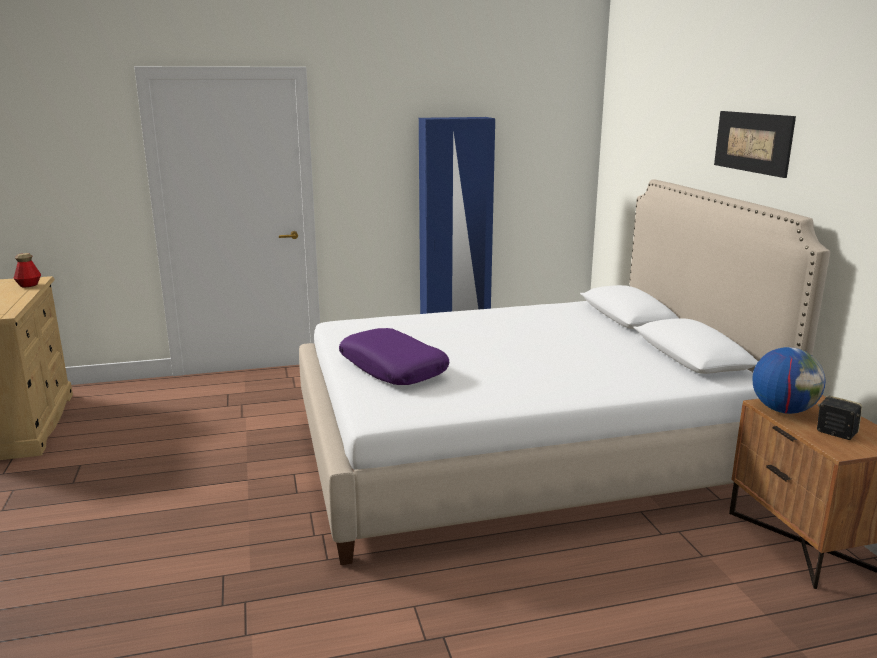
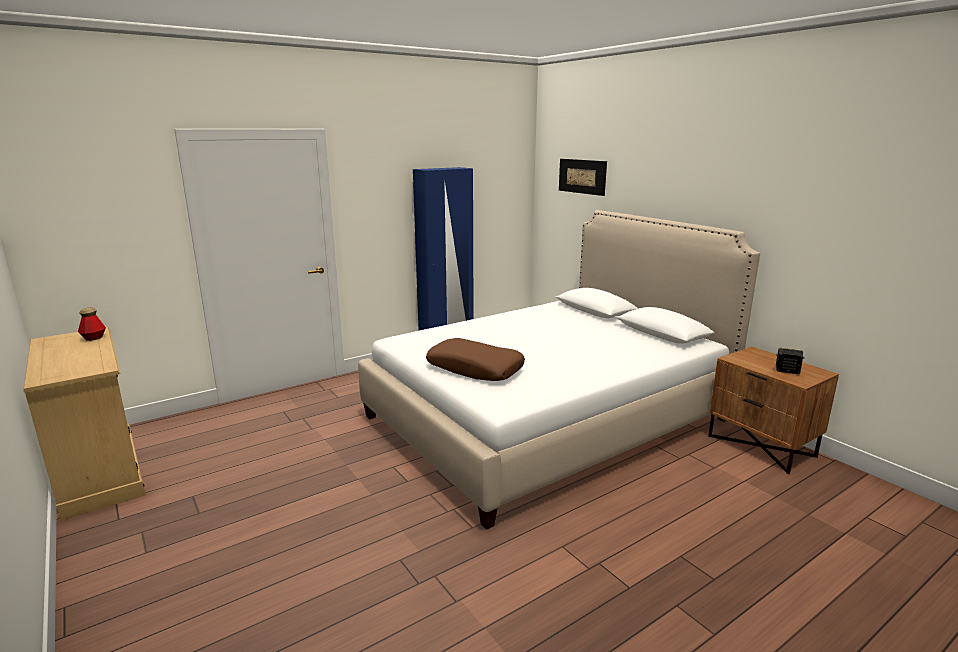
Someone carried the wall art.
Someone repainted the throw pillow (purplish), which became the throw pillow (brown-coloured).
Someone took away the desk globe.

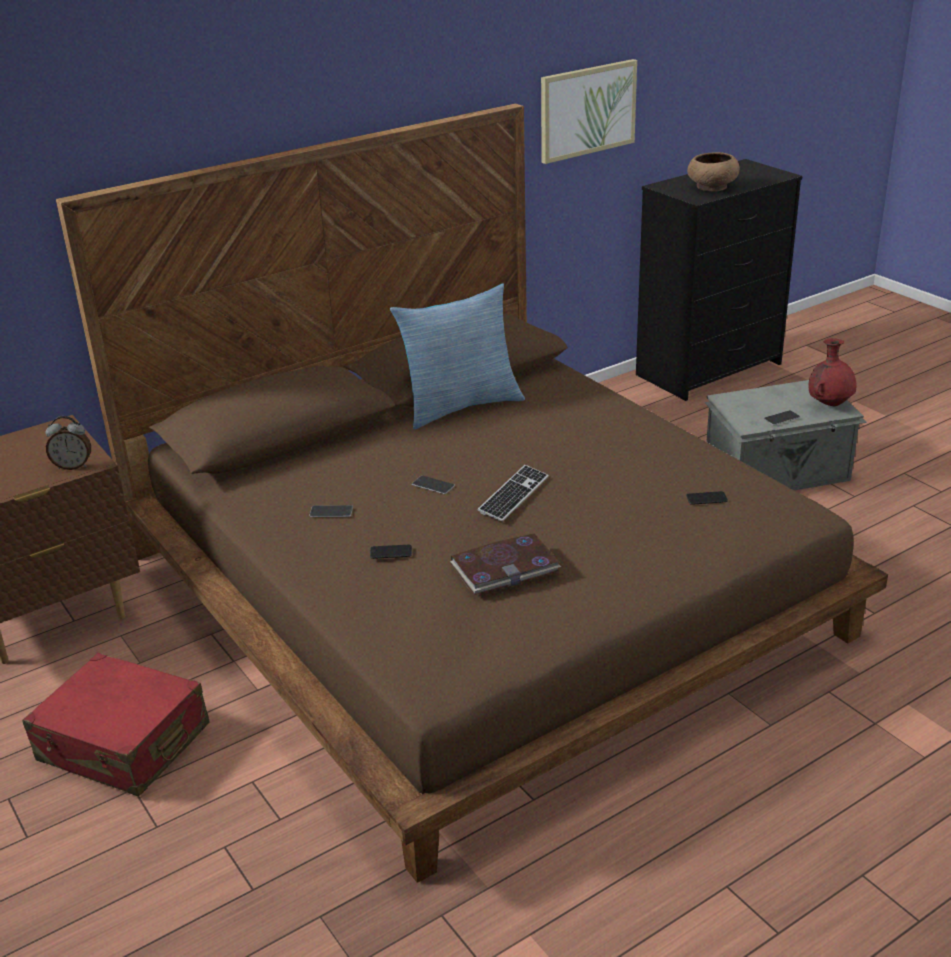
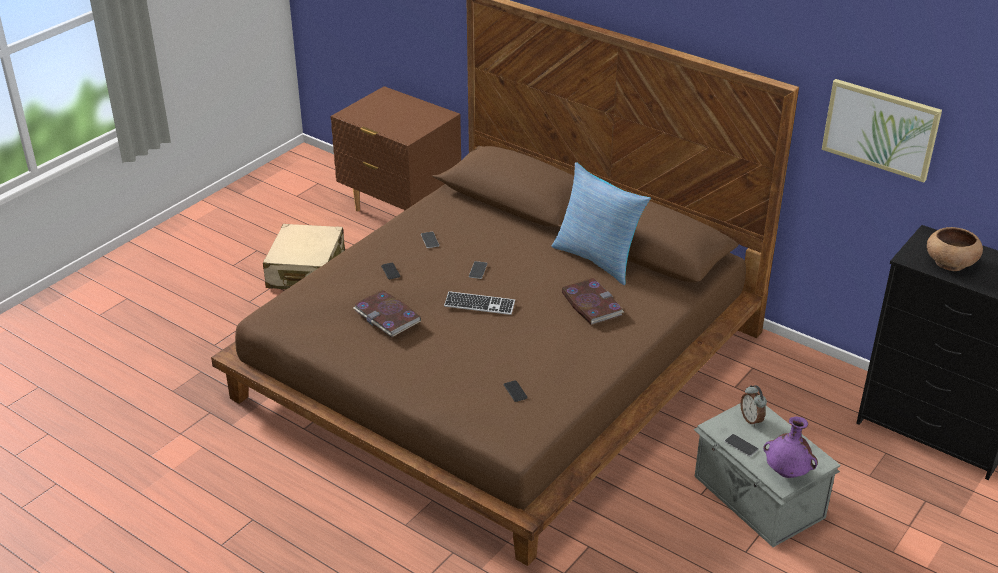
Someone repainted the flower vase (red-coloured), which became the flower vase (purplish).
Someone carried the bedside clock.
Someone repainted the travel case (red-coloured), which became the travel case (beige).
Someone put down the volume (2nd from left).

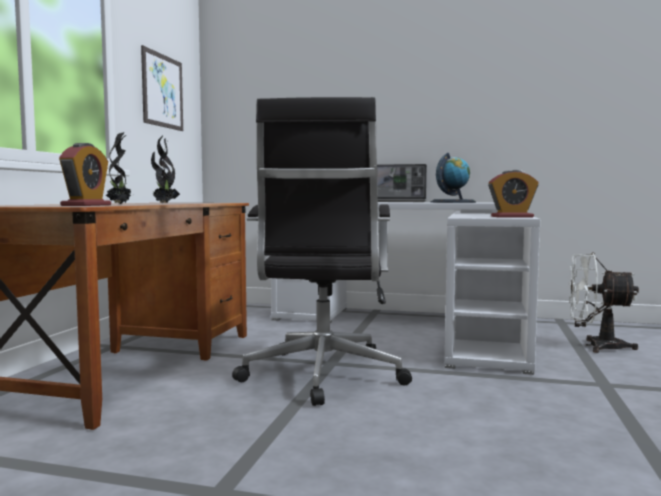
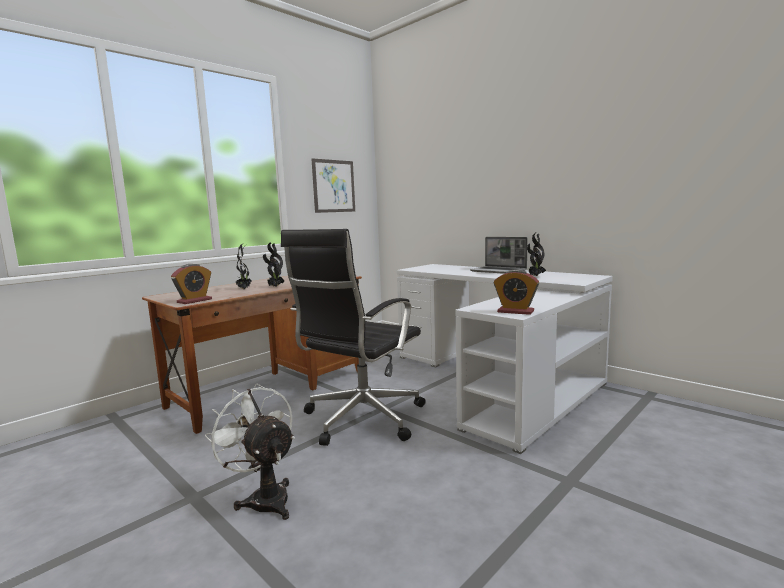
Someone swapped the desk globe for the potted plant (3rd from left).
Someone carried the electric fan (white).

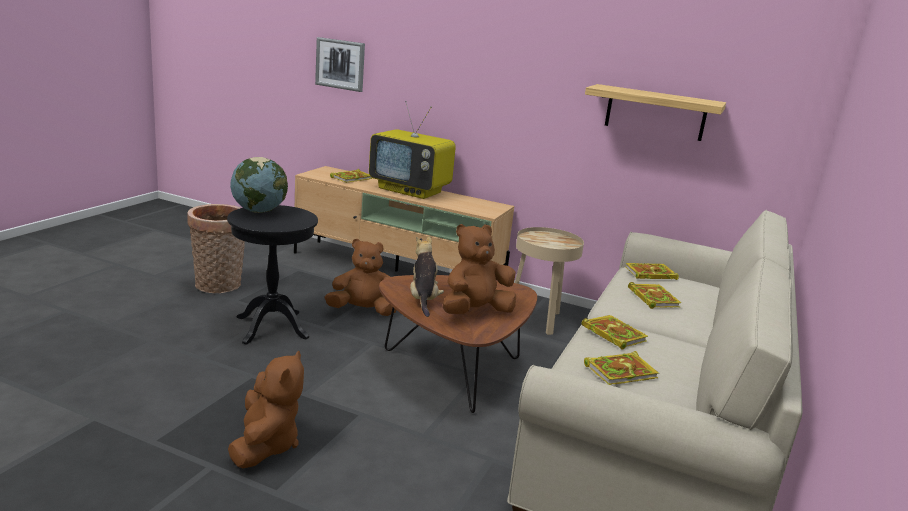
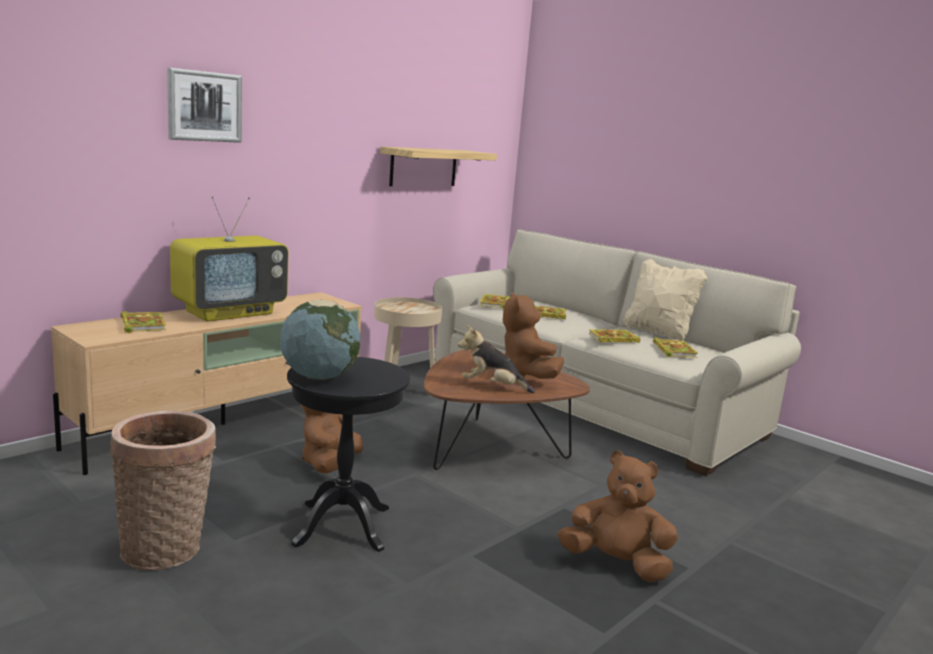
Someone carried the wall art.
Someone put down the throw pillow (beige).

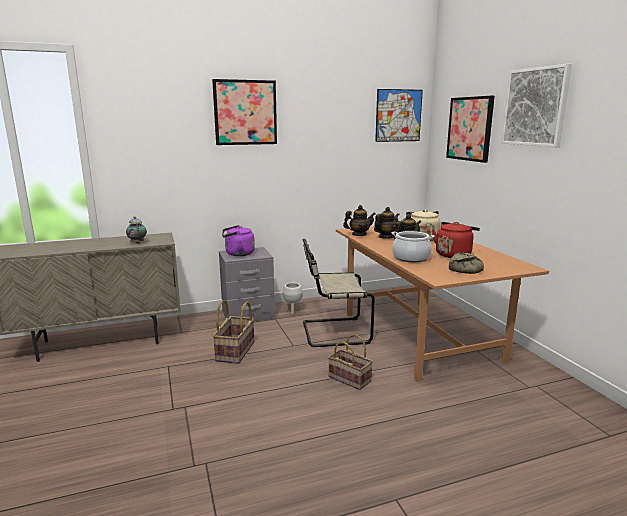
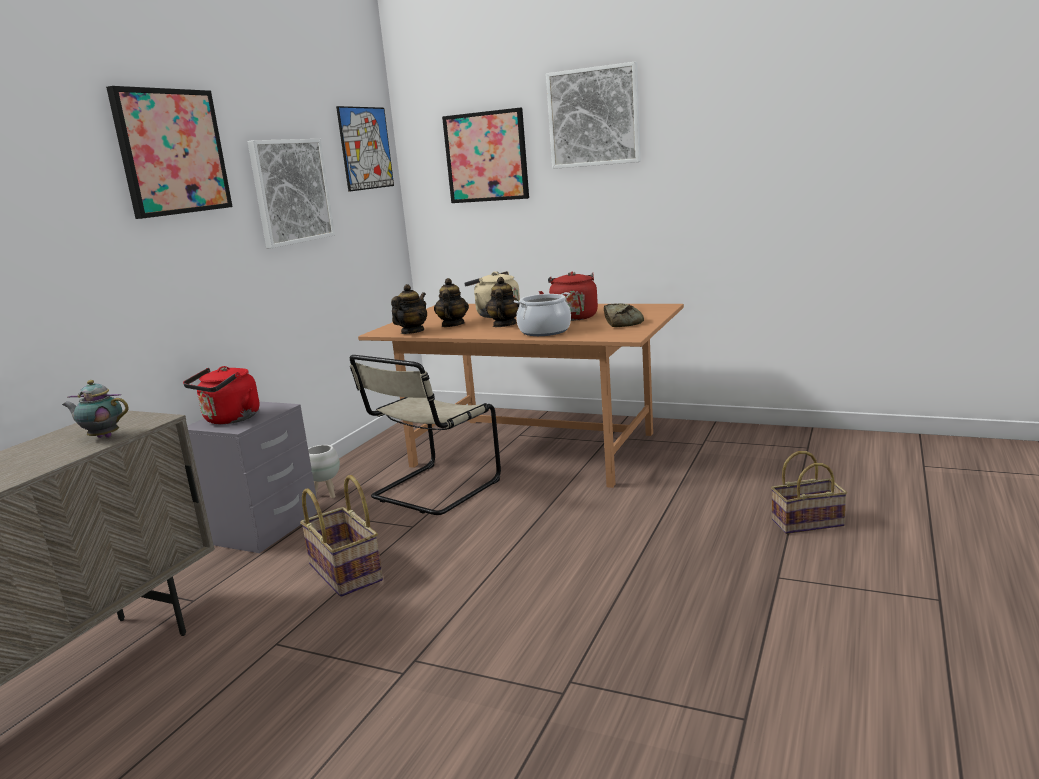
Someone repainted the water kettle (purplish), which became the water kettle (red-coloured) (1st from left).
Someone carried the basket (2nd from left).
Someone put up the wall art (2nd from left).

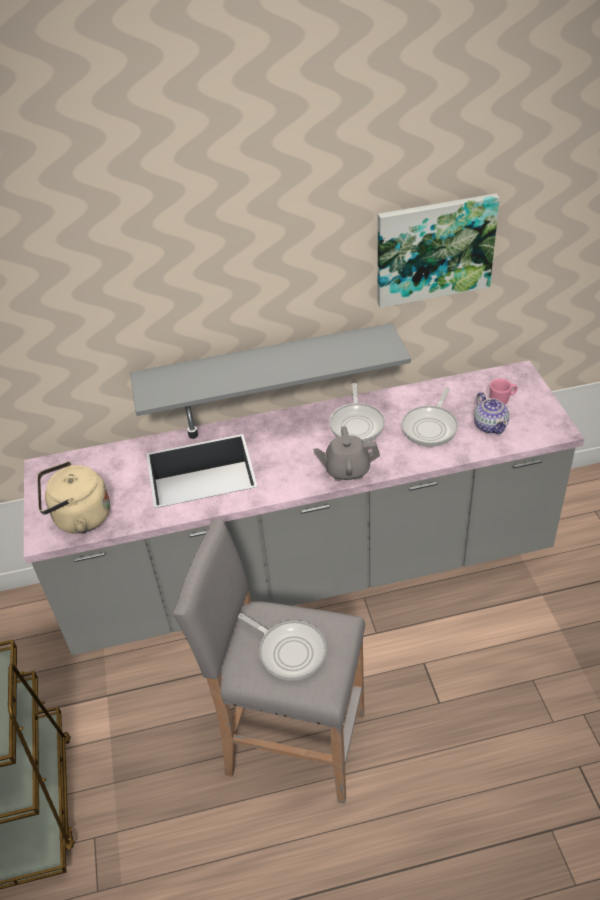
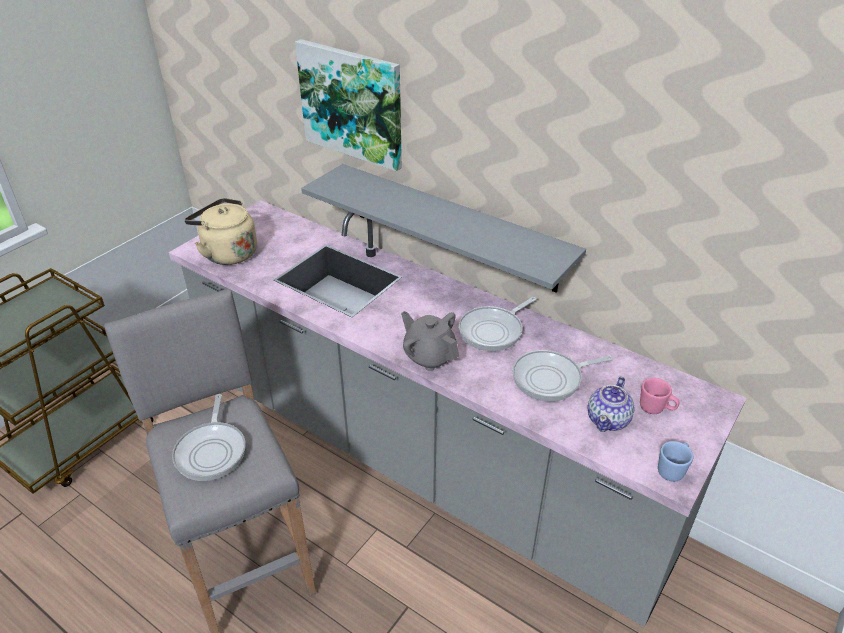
Someone carried the wall art.
Someone put down the mug (blue).

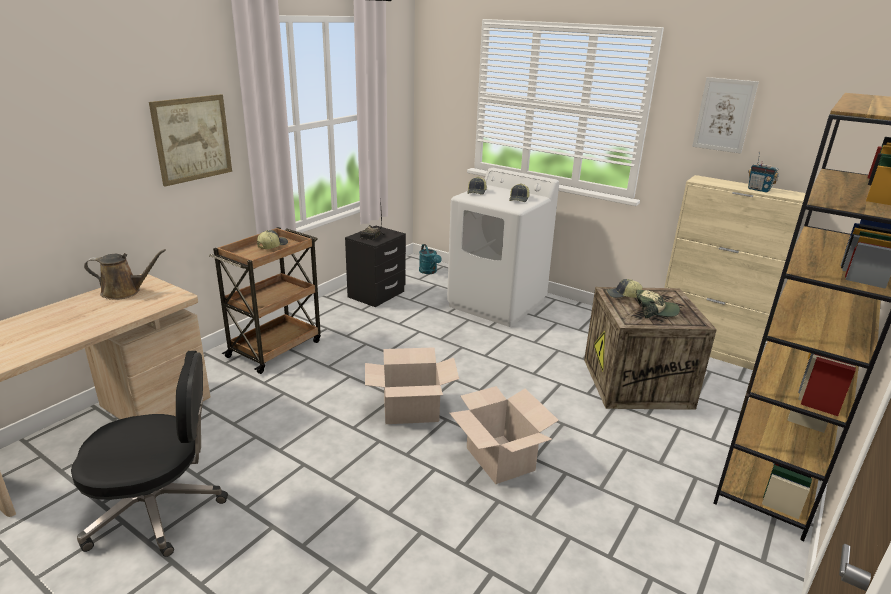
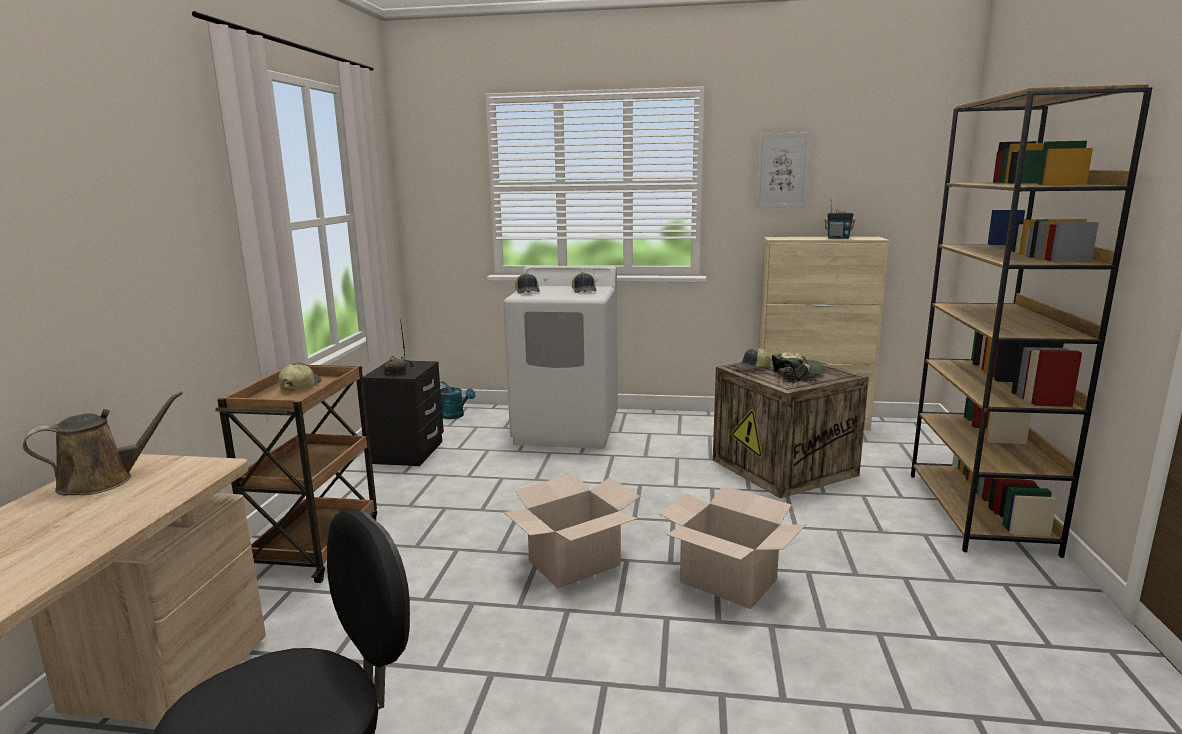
Someone took away the wall art (1st from left).

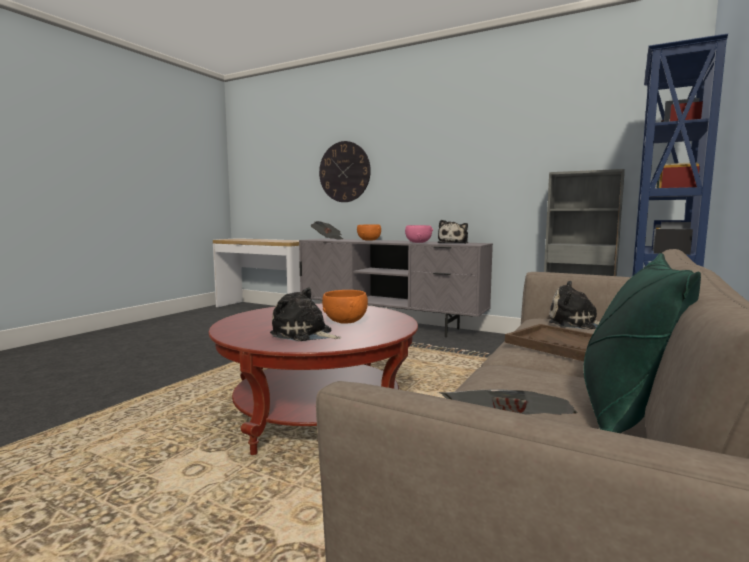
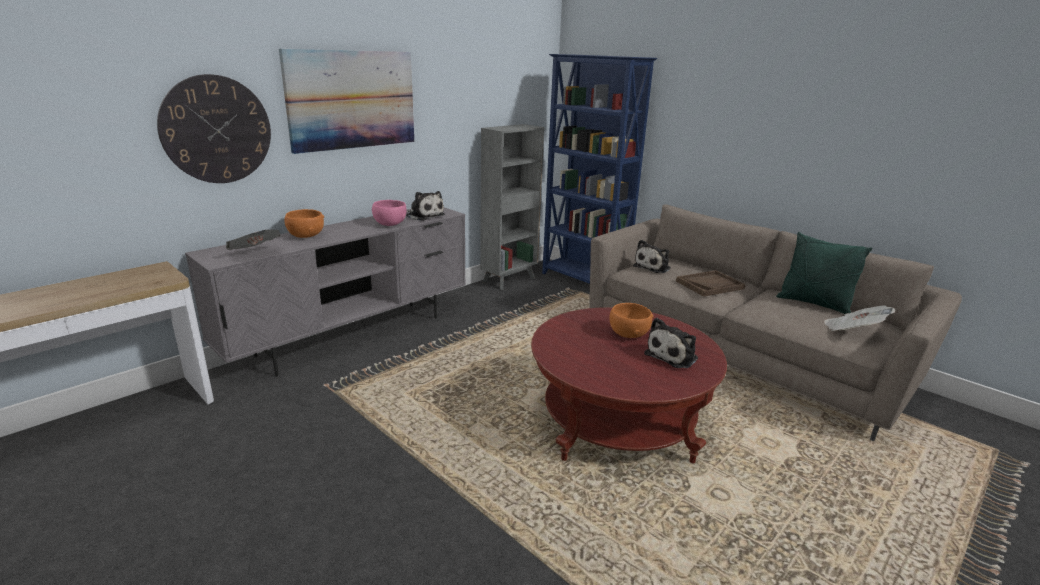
Someone put up the wall art.

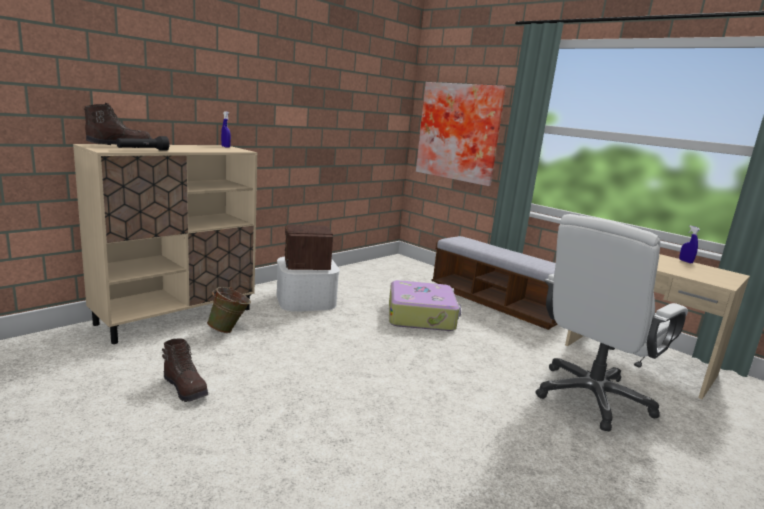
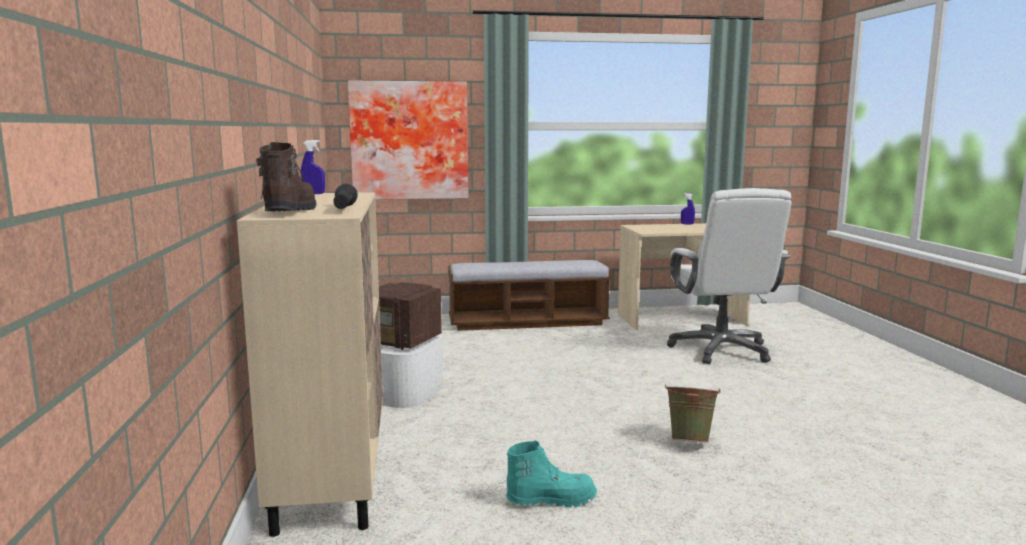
Someone took away the travel case.
Someone carried the bucket (green-coloured).
Someone repainted the boot (brown-coloured) (2nd from left), which became the boot (blue-green).

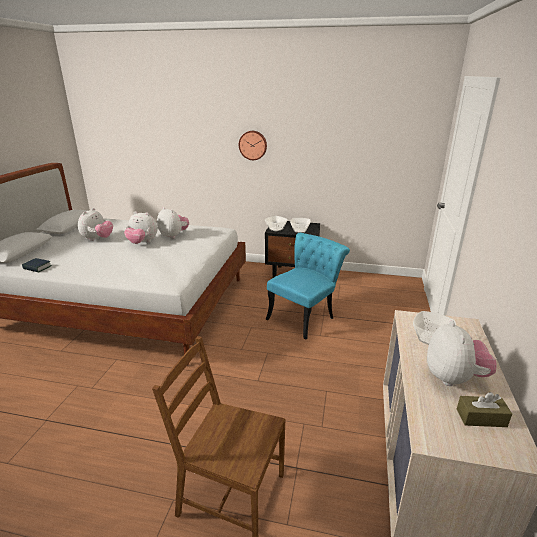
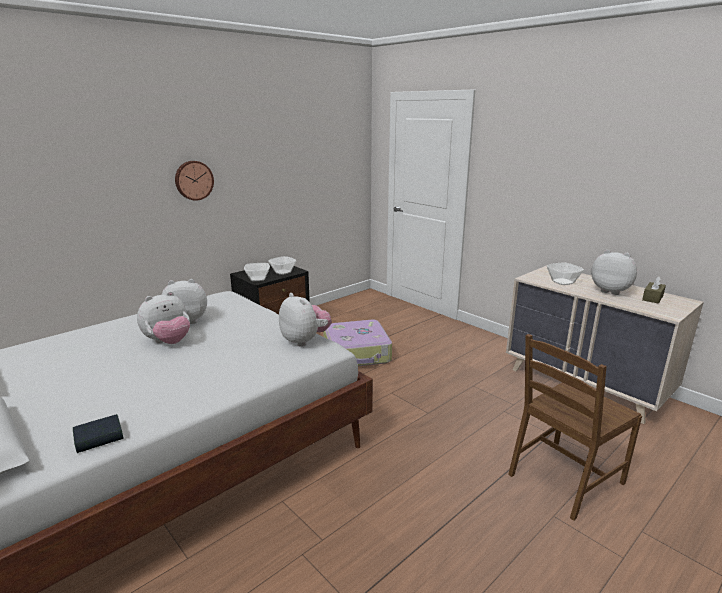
Someone carried the plush toy (1st from left in the first image).
Someone swapped the plain chair (blue-green) for the travel case.

